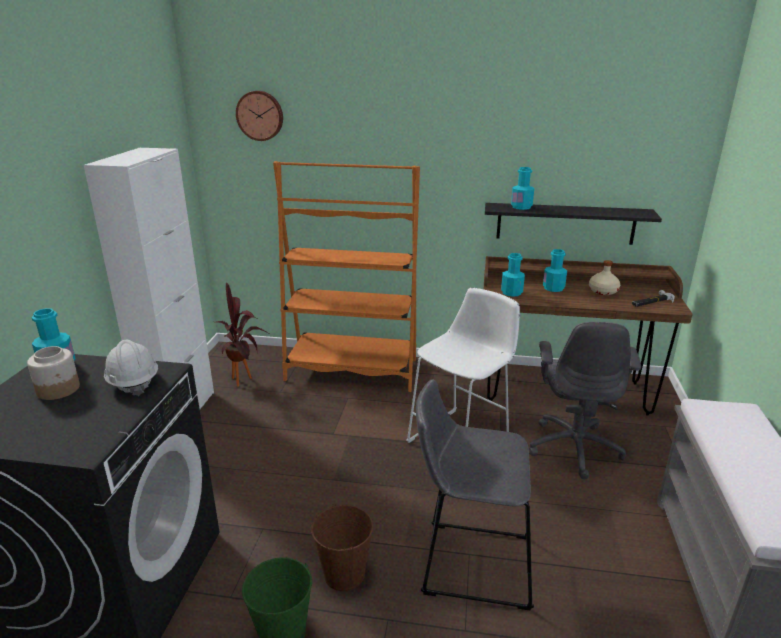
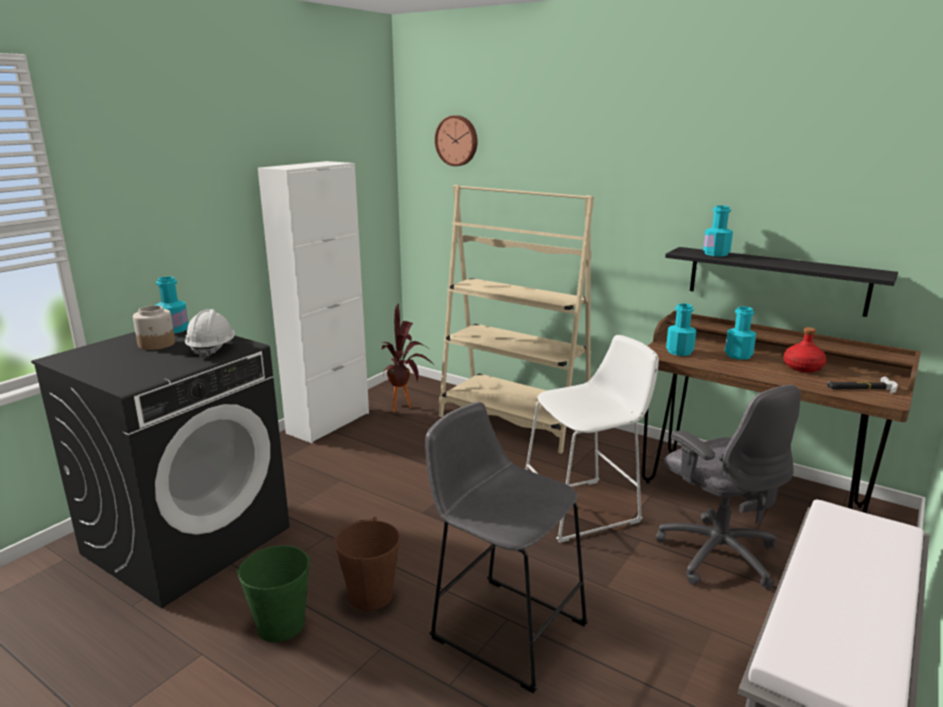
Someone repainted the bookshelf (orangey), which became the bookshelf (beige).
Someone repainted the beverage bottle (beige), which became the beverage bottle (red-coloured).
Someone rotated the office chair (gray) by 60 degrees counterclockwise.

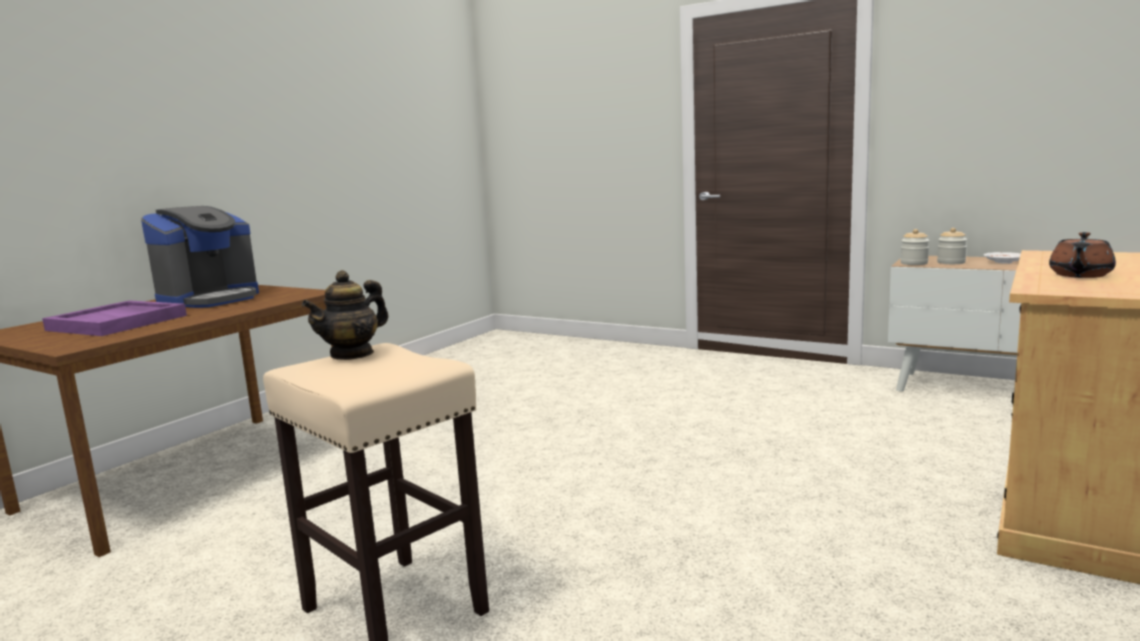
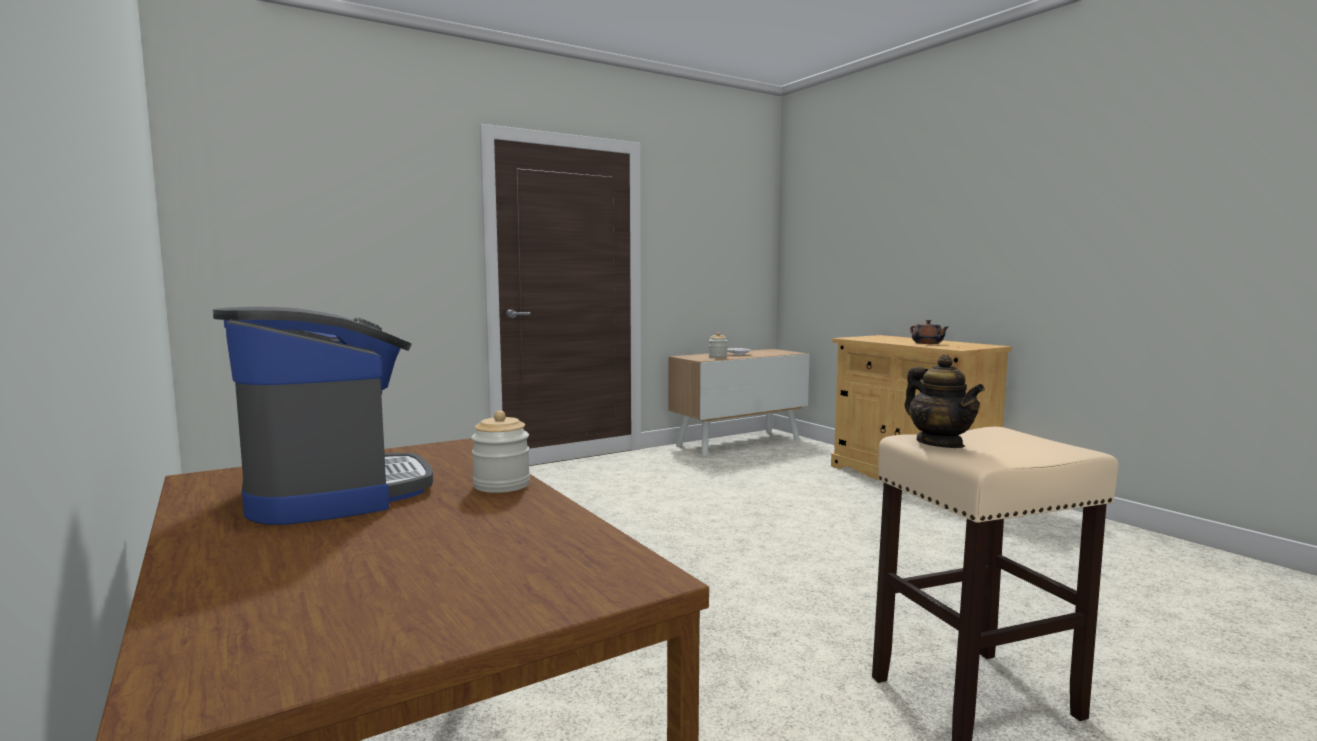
Someone carried the preserve jar (1st from left).
Someone took away the carrying tray (purplish).

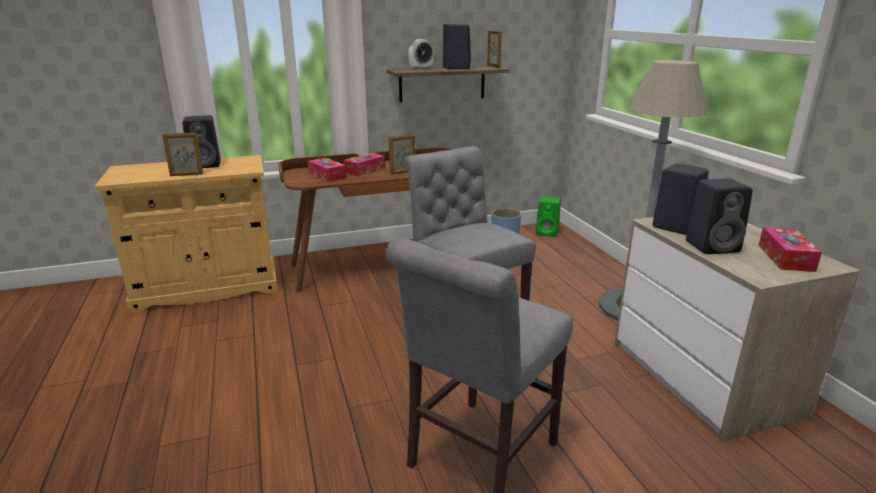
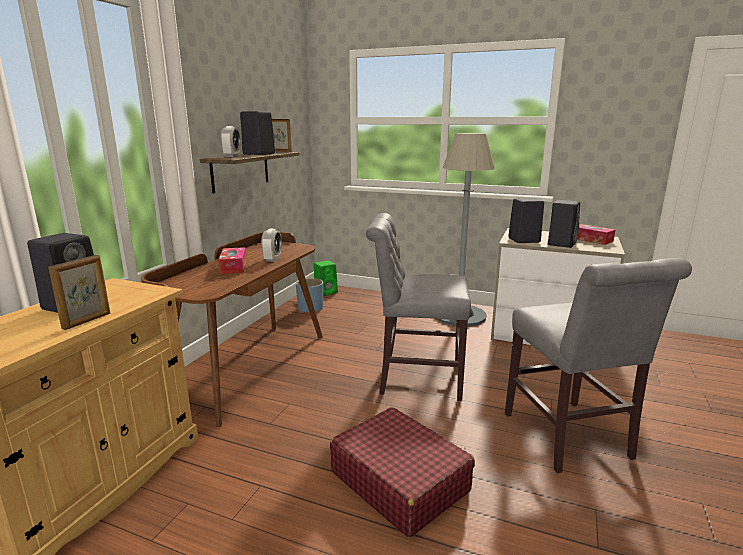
Someone swapped the standing frame (2nd from left) for the bedside clock (2nd from left).
Someone took away the box of tissues (1st from left).
Someone put down the travel case (red-coloured).

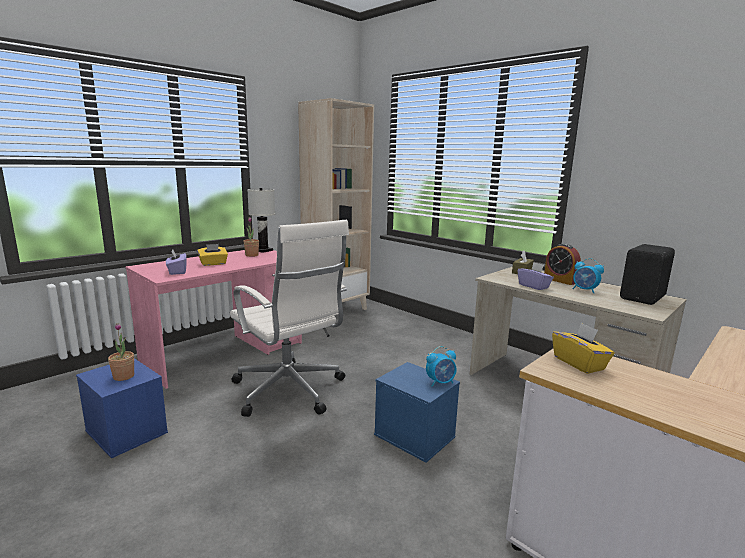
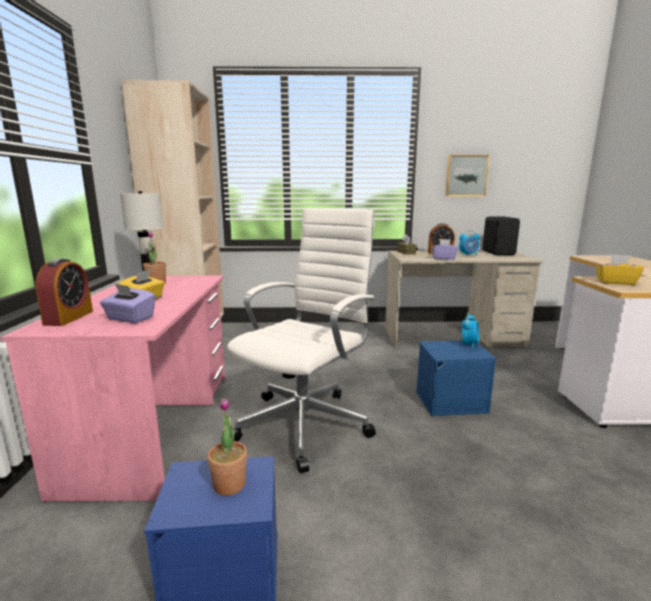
Someone rotated the office chair (white) by 60 degrees counterclockwise.
Someone put up the wall art.
Someone put down the bedside clock (1st from left).

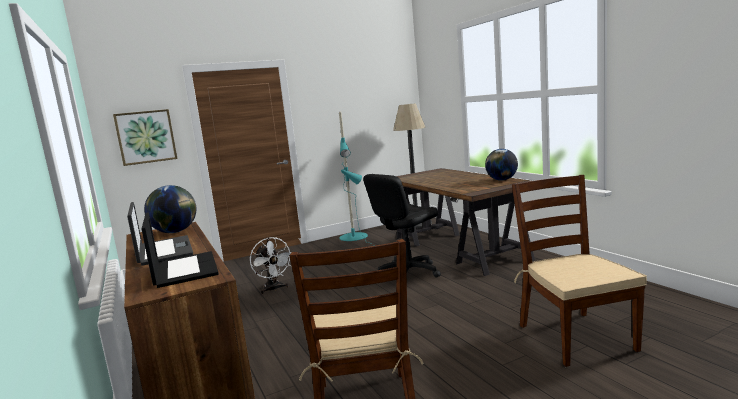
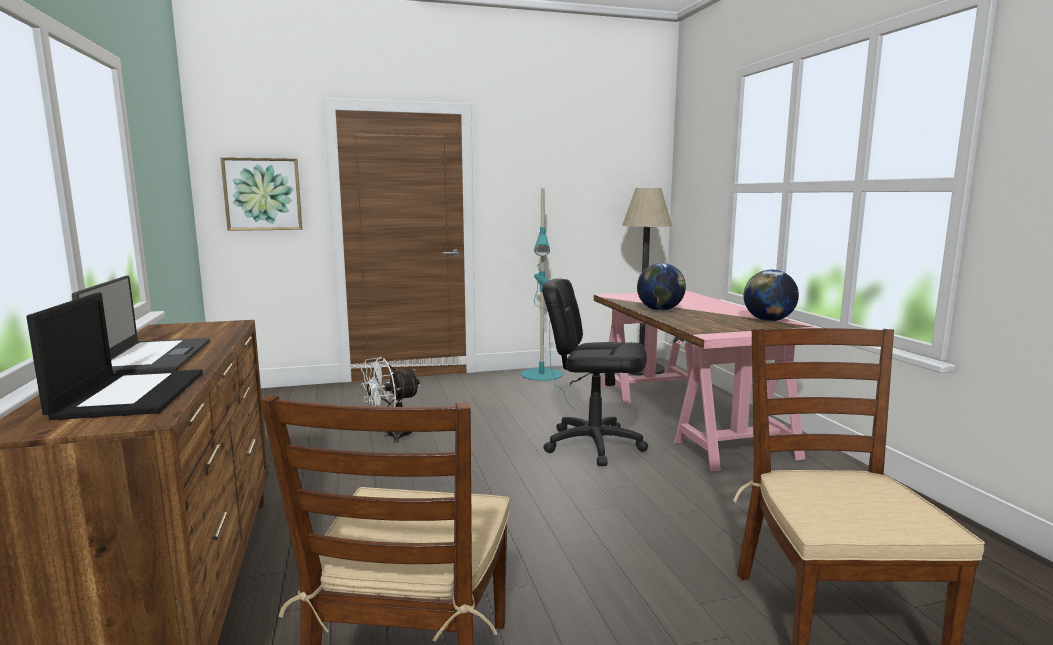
Someone repainted the desk (brown-coloured), which became the desk (pinkish).
Someone rotated the office chair (black) by 45 degrees clockwise.
Someone carried the desk globe (1st from left).
Someone rotated the electric fan (white) by 75 degrees clockwise.

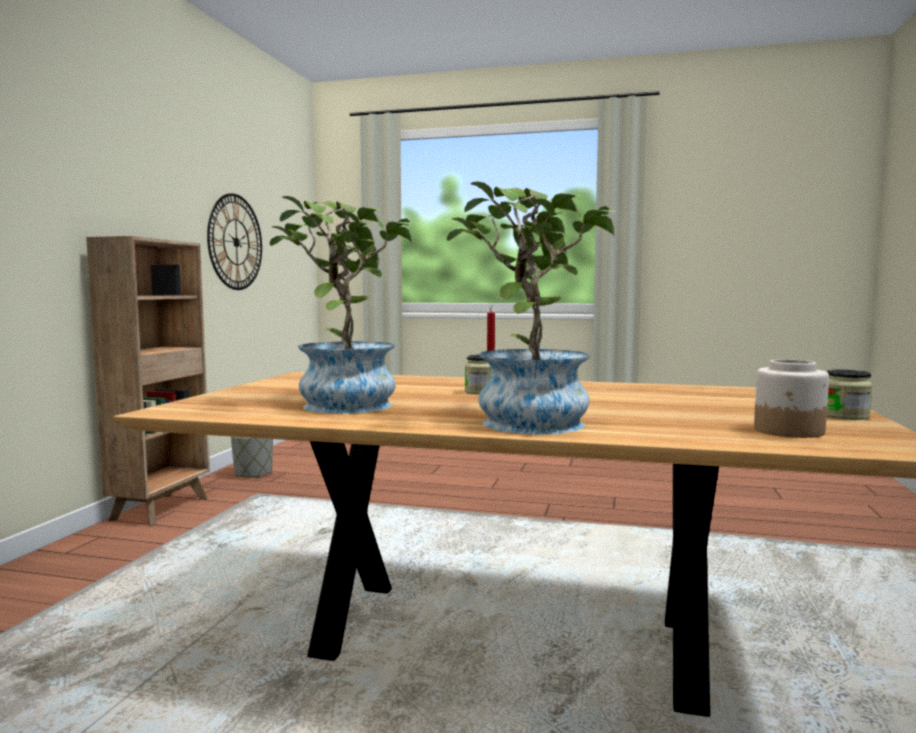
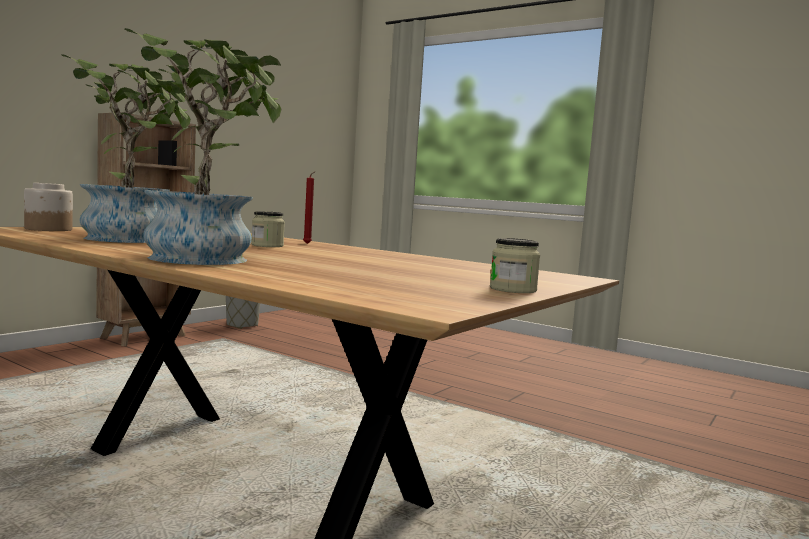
Someone took away the wall clock.
Someone carried the preserve jar (2nd from left in the first image).

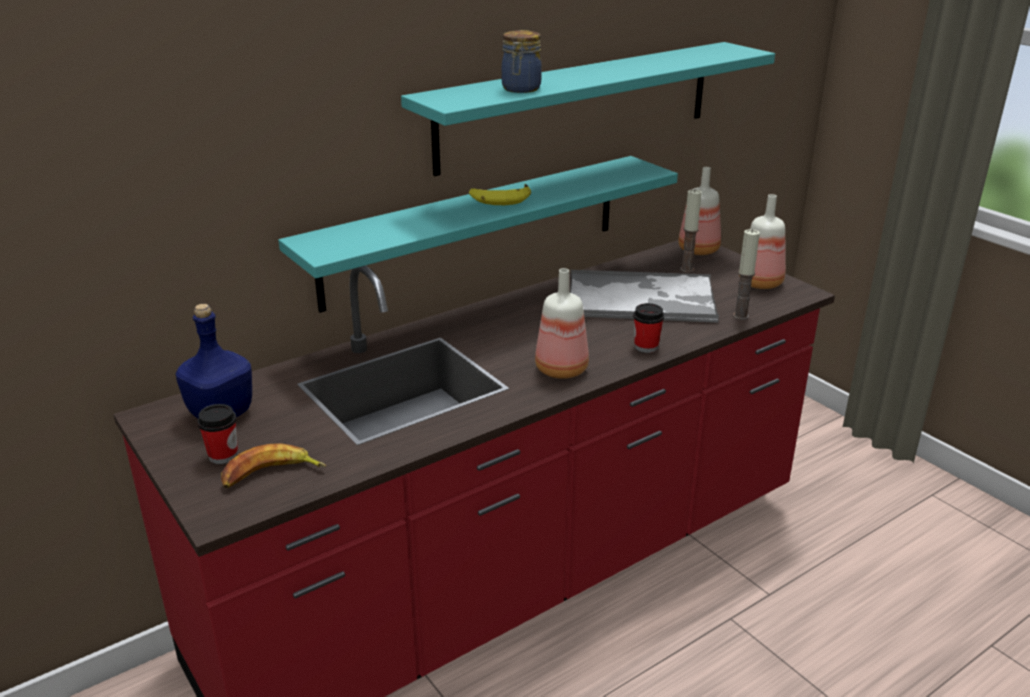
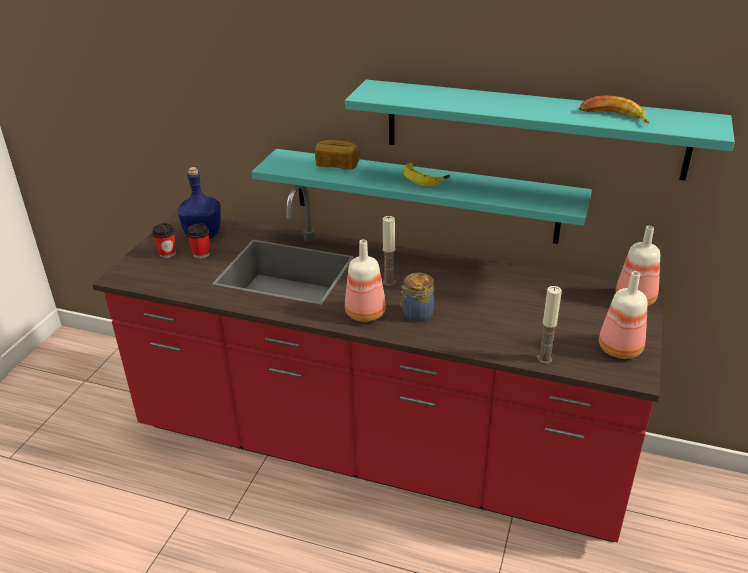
Someone carried the preserve jar.
Someone carried the candle (1st from left).
Someone took away the carrying tray.
Someone carried the cup (2nd from left).
Someone carried the banana (1st from left in the first image).
Someone put down the bread.

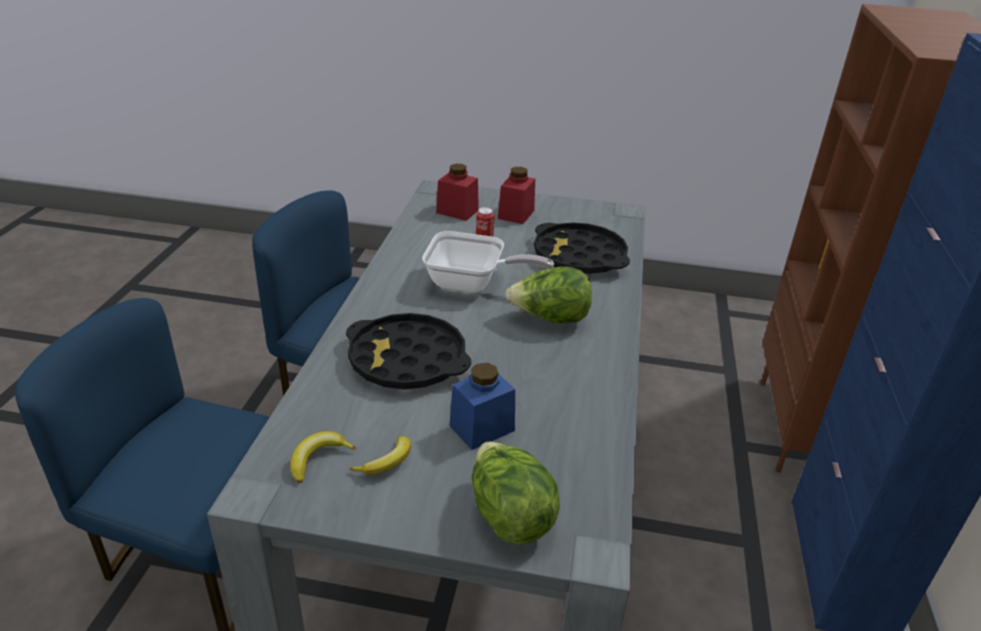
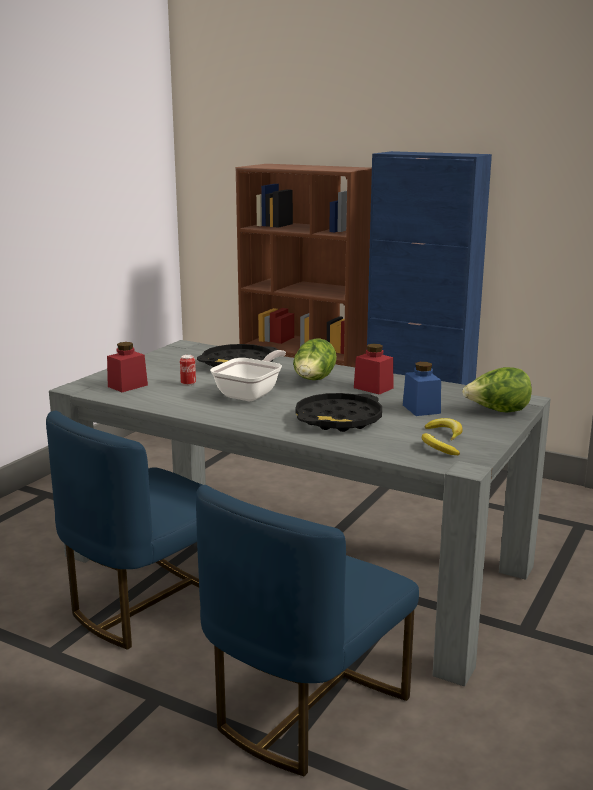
Someone carried the preserve jar (red-coloured) (2nd from left).

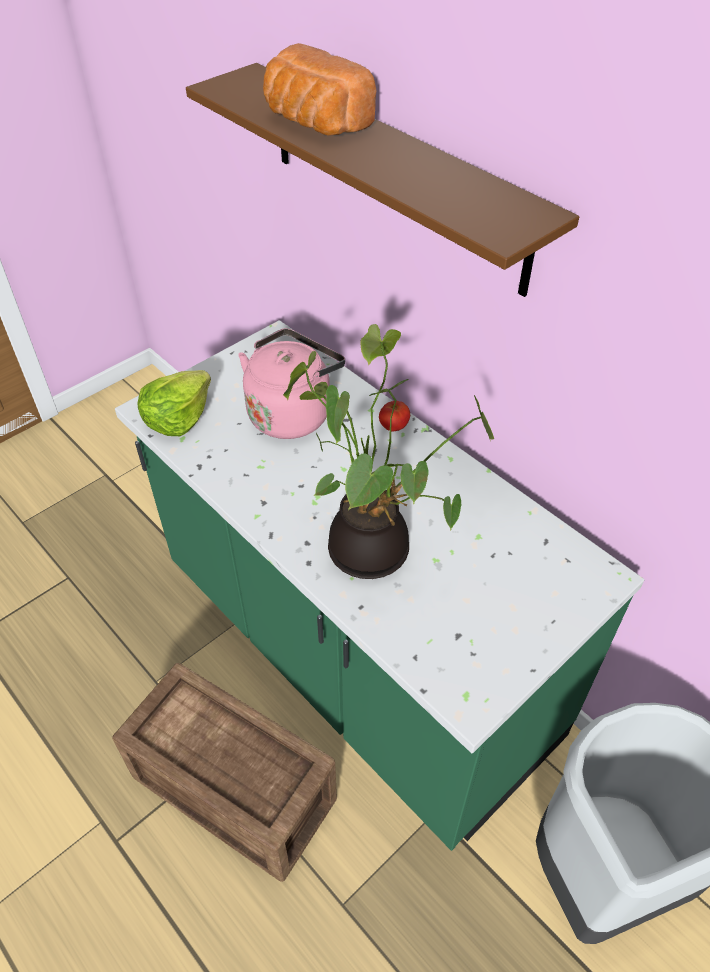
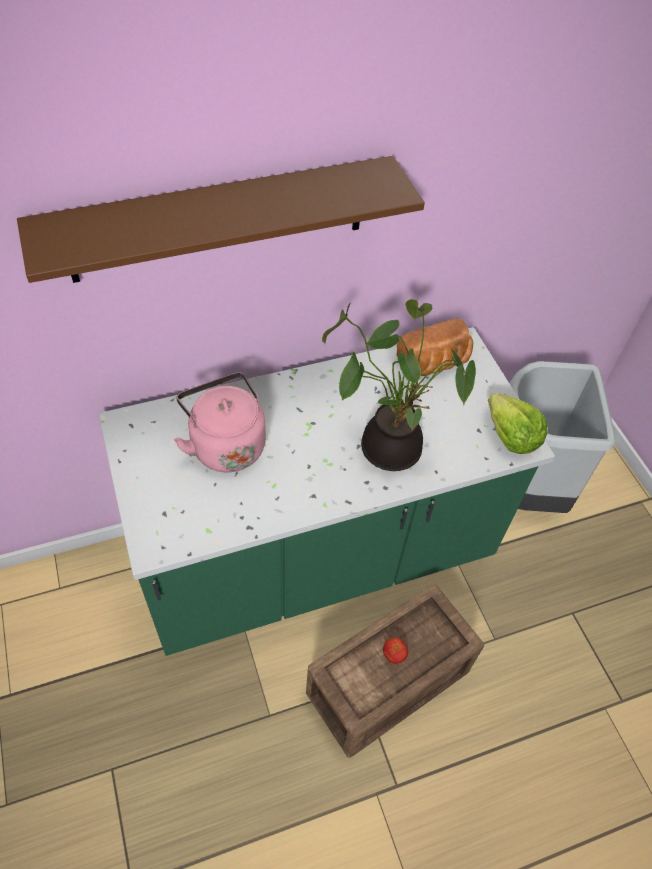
Someone carried the bread.
Someone carried the lettuce.
Someone carried the fresh tomato.

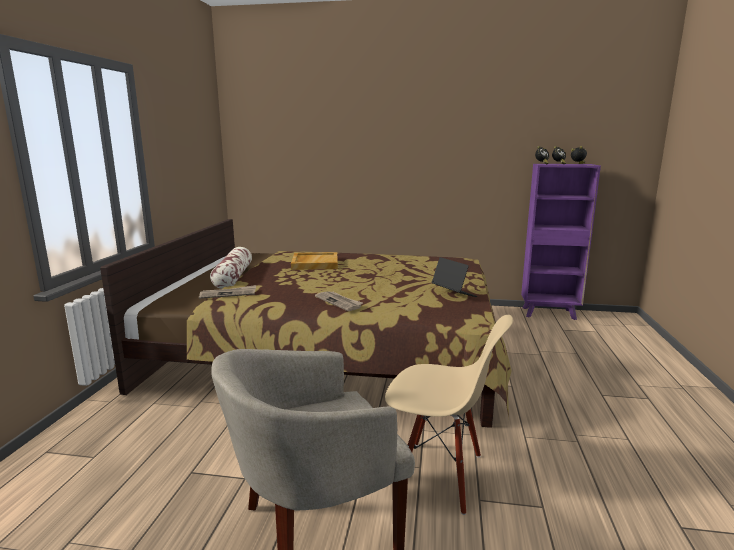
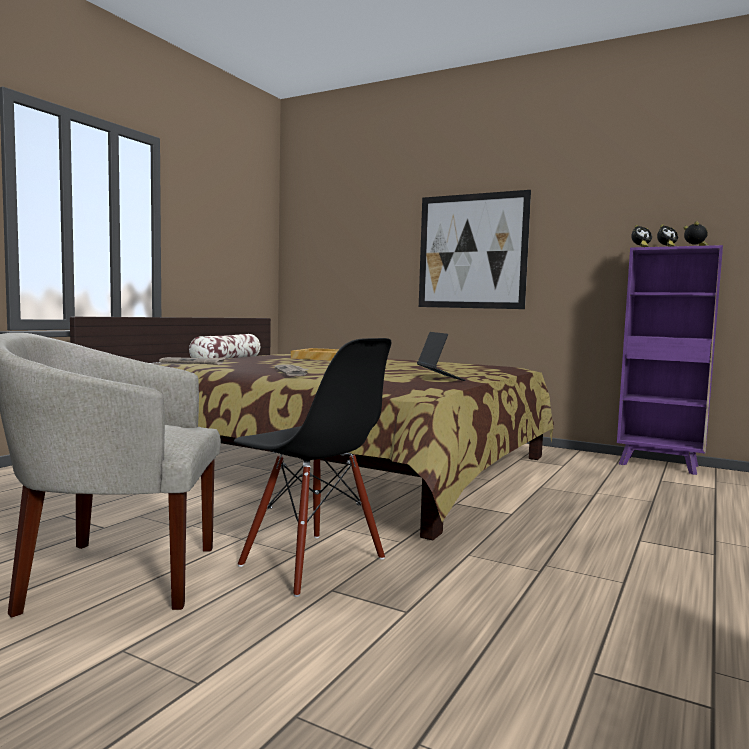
Someone repainted the plain chair (beige), which became the plain chair (black).
Someone put up the wall art.

